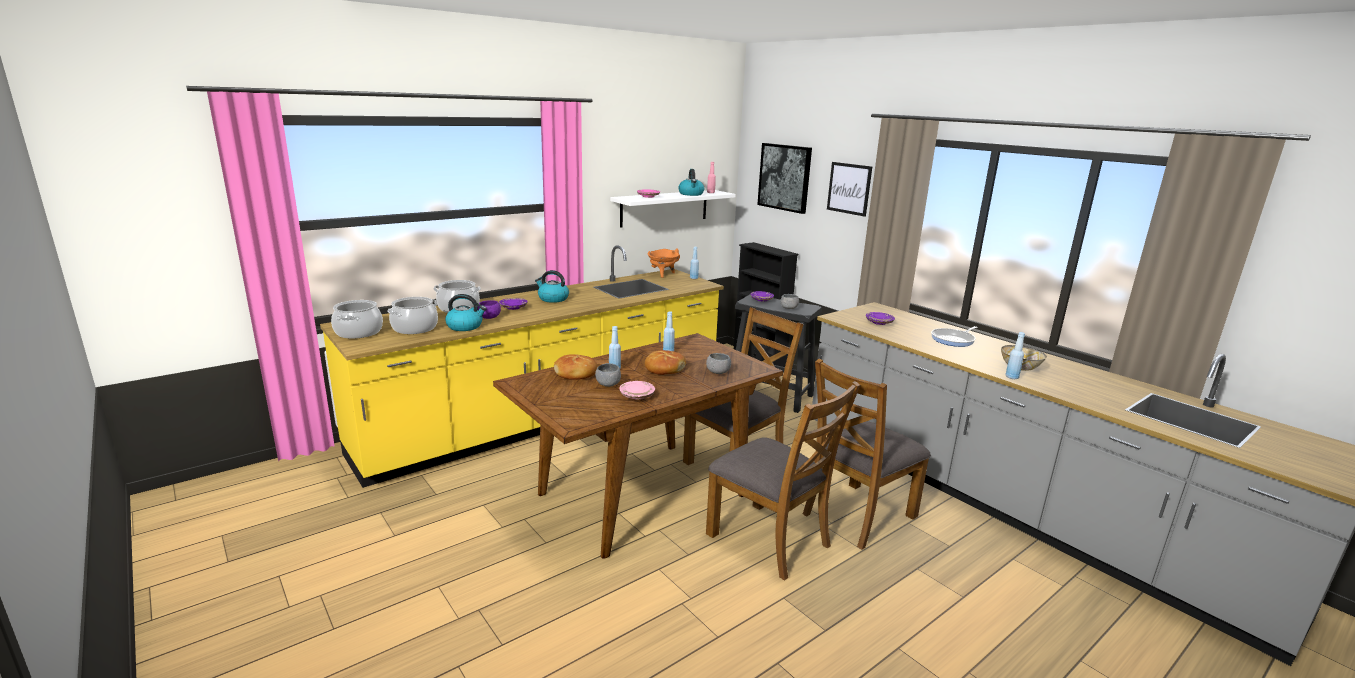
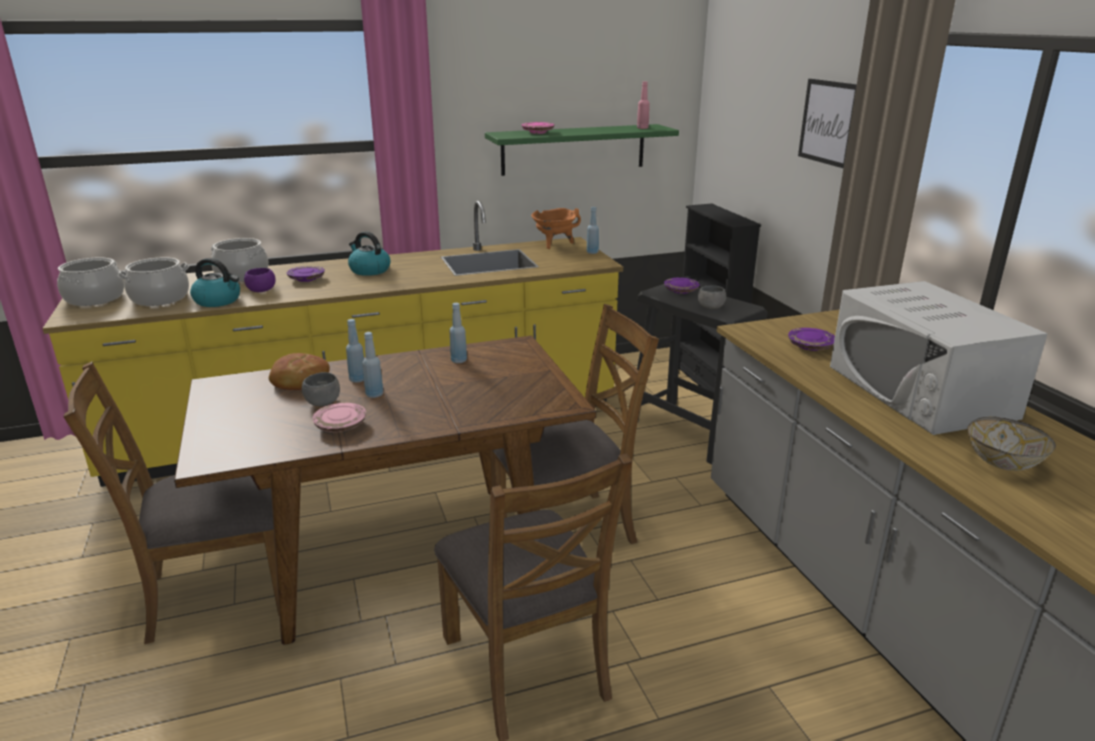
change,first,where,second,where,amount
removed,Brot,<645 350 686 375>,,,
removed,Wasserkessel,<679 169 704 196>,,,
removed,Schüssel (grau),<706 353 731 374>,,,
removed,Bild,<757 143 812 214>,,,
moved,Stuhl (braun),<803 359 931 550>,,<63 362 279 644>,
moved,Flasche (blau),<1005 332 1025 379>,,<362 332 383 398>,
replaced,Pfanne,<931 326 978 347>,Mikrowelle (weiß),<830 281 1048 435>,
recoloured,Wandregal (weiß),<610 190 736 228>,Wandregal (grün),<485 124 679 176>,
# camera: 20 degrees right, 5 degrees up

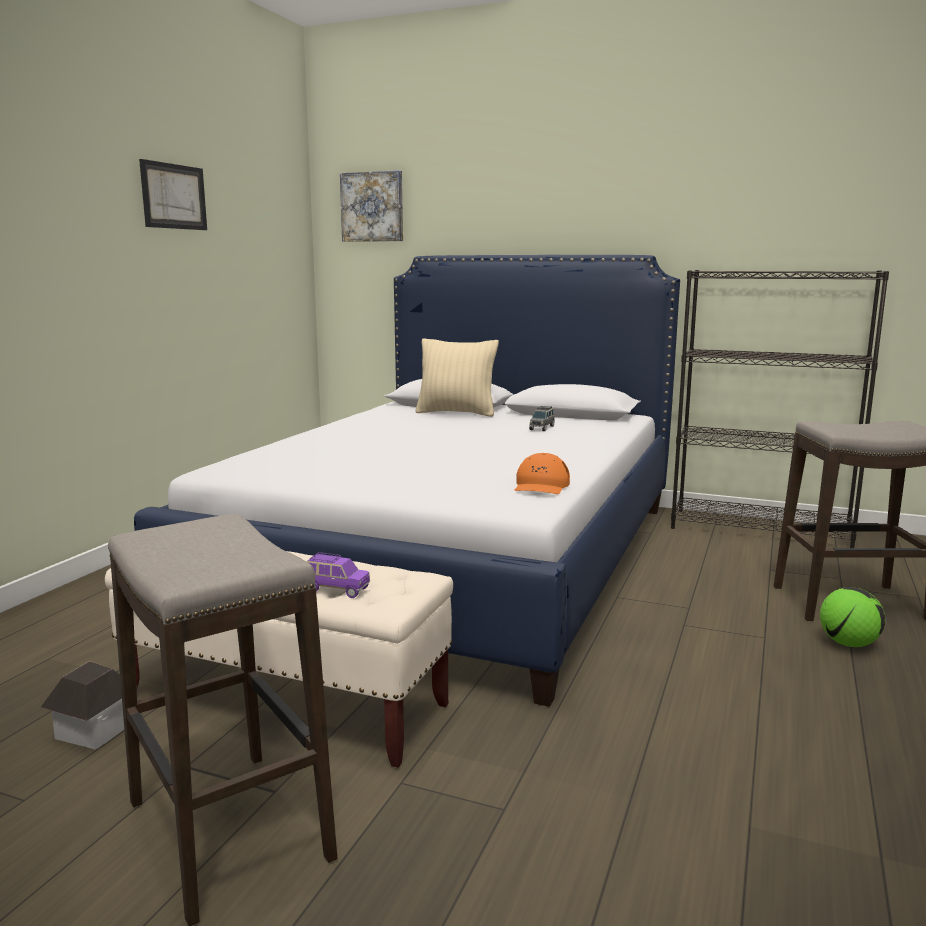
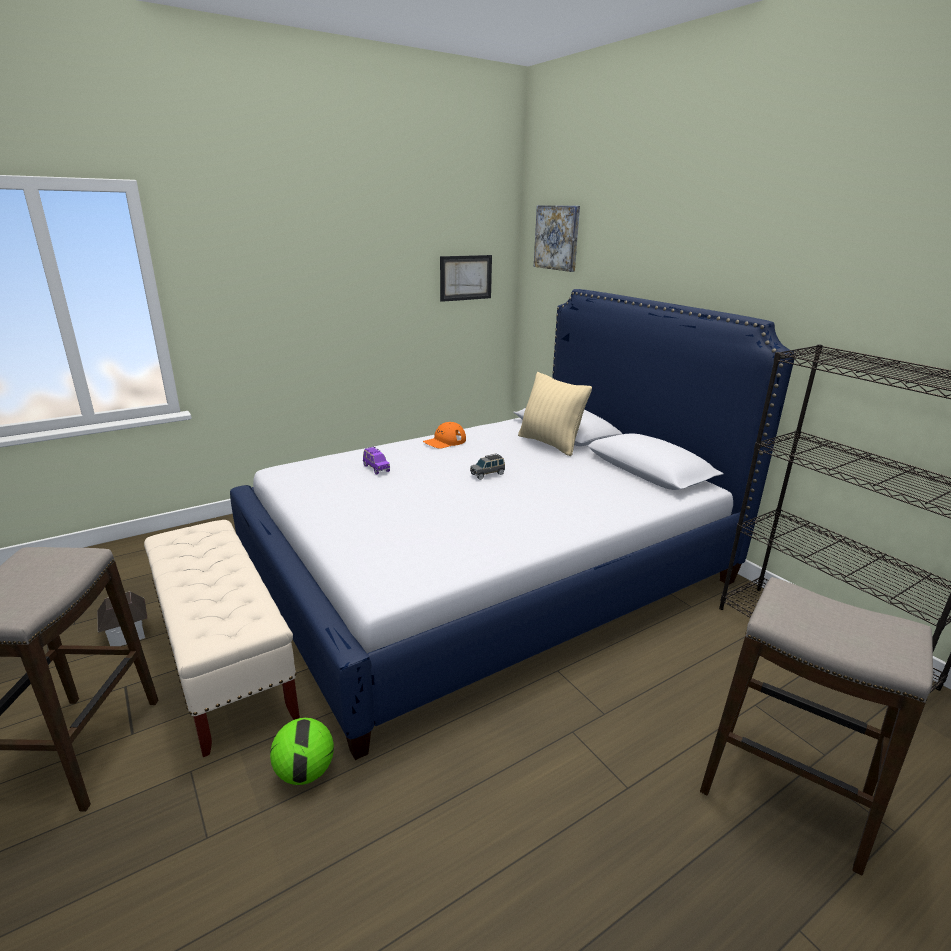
change,first,where,second,where,amount
moved,Bild,<139 159 207 230>,,<440 255 492 302>,
moved,Spielzeugauto (lila),<307 552 370 598>,,<363 447 390 475>,
moved,Kappe (orange),<515 453 570 494>,,<423 422 466 449>,
moved,Spielzeugauto (grau),<529 406 555 431>,,<470 453 505 480>,
moved,Fußball,<820 587 885 647>,,<270 718 334 785>,
# camera: 35 degrees right, 10 degrees up

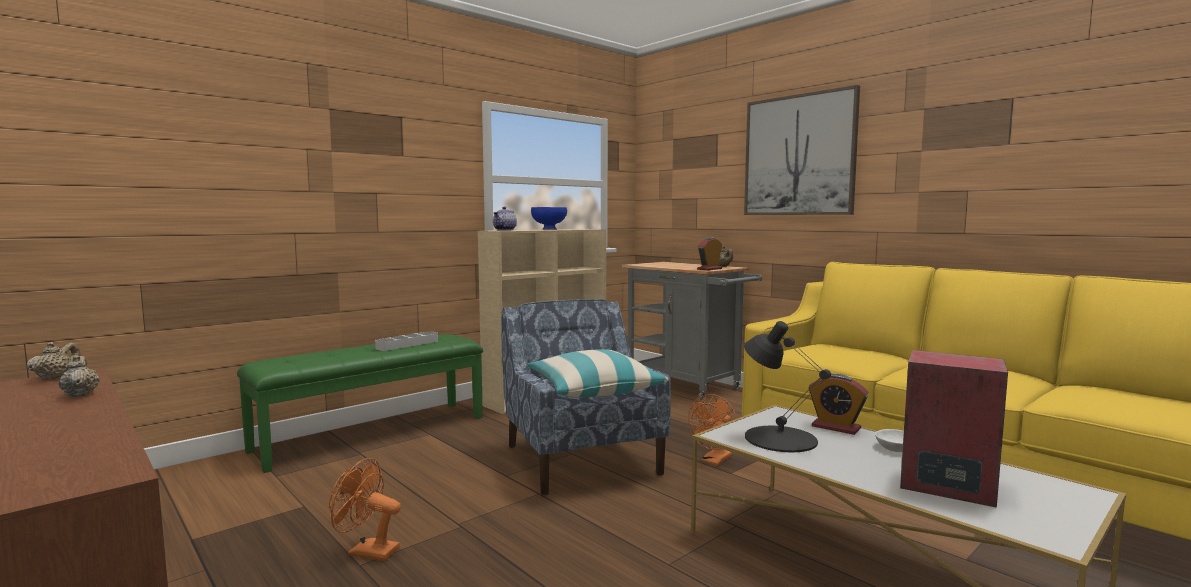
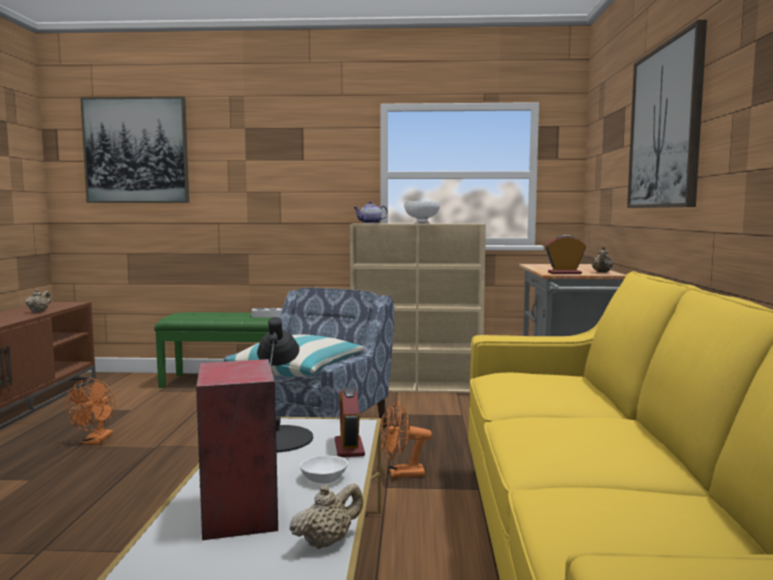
change,first,where,second,where,amount
added,,,Bild,<80 96 189 203>,
moved,Teekanne (beige),<27 342 81 380>,,<290 483 363 549>,
recoloured,Schüssel (blau),<531 207 567 230>,Schüssel (weiß),<404 201 440 224>,
turned,Ventilator (orange),<329 458 401 561>,,<64 379 116 445>,150 degrees counterclockwise
# camera: 45 degrees right, 0 degrees up

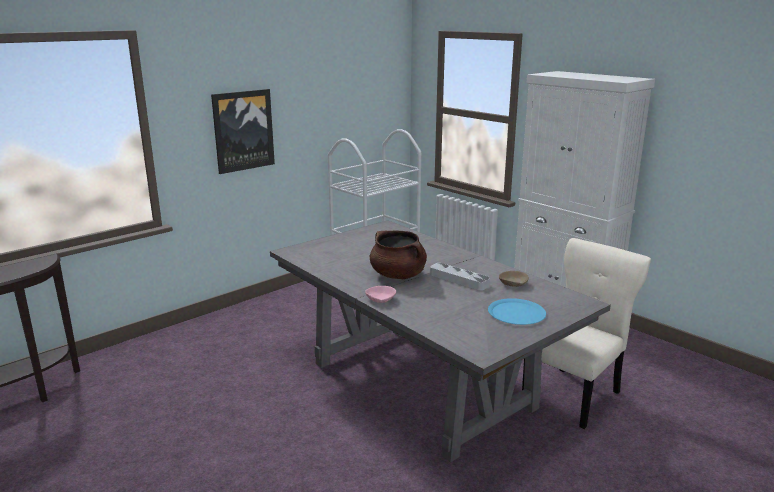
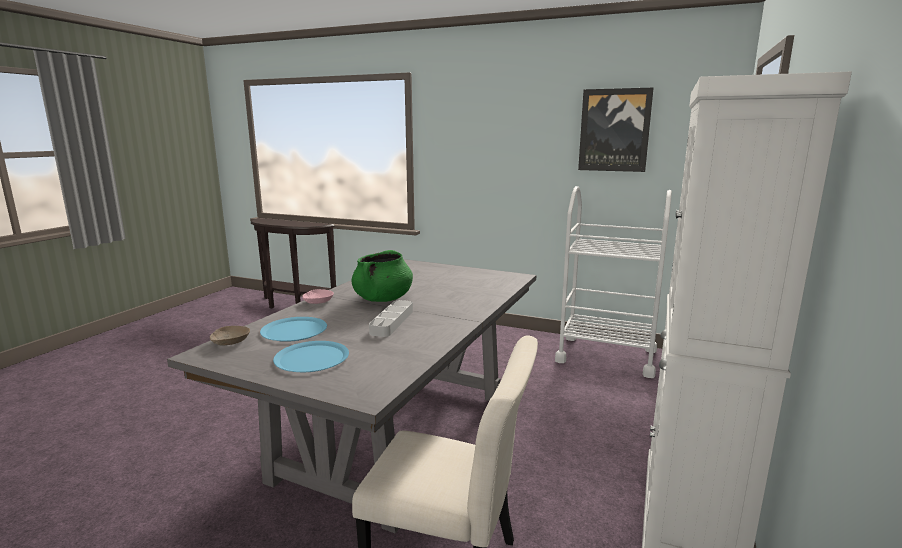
change,first,where,second,where,amount
added,,,Teller (blau),<260 317 327 342>,
moved,Bild,<211 89 275 174>,,<578 87 654 172>,
moved,Schüssel (beige),<499 271 529 287>,,<210 326 250 346>,
recoloured,Kochtopf (braun),<370 230 427 279>,Kochtopf (grün),<352 250 413 302>,
# camera: 65 degrees right, 5 degrees down

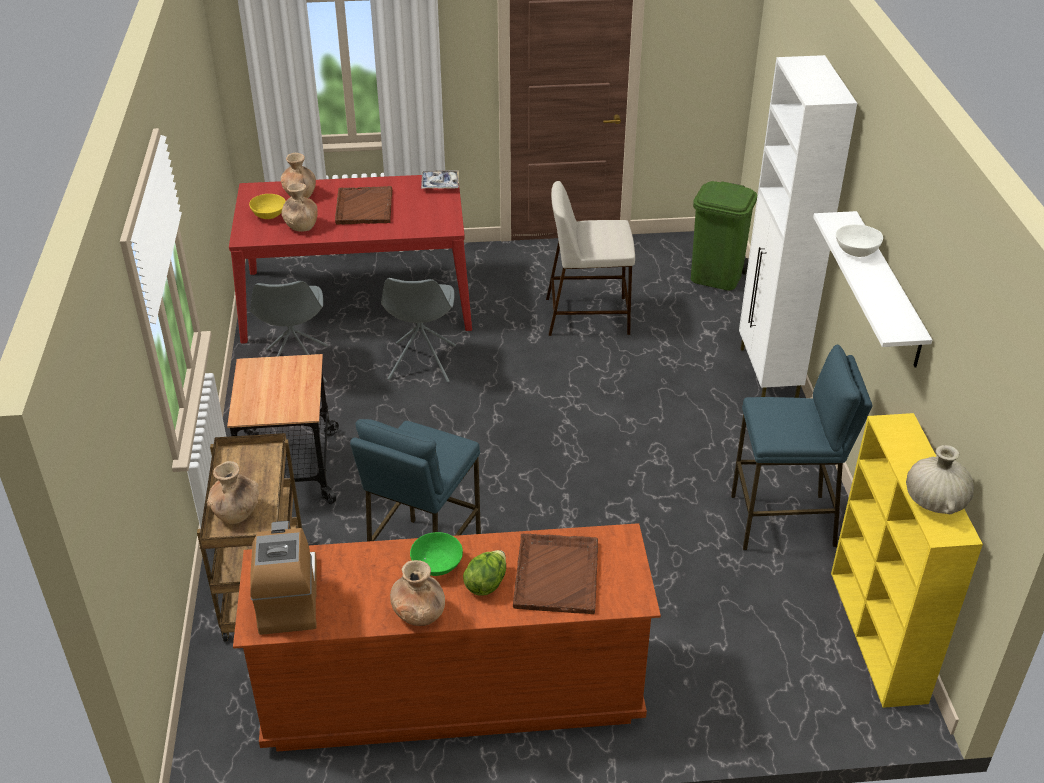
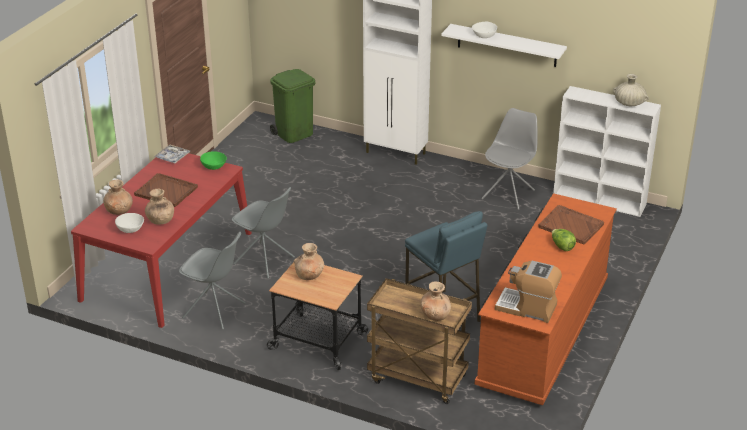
change,first,where,second,where,amount
removed,Hocker (beige),<546 181 635 336>,,,
moved,Vase (braun),<390 560 445 626>,,<294 243 324 280>,
moved,Schüssel (grün),<410 532 463 576>,,<200 151 227 170>,
replaced,Hocker (blau),<731 345 872 550>,Stuhl (grau),<481 108 538 210>,
recoloured,Schüssel (gelb),<249 194 286 219>,Schüssel (weiß),<115 213 144 233>,
recoloured,Bücherregal (gelb),<831 413 983 708>,Bücherregal (weiß),<553 86 661 217>,
# camera: 60 degrees left, 5 degrees down

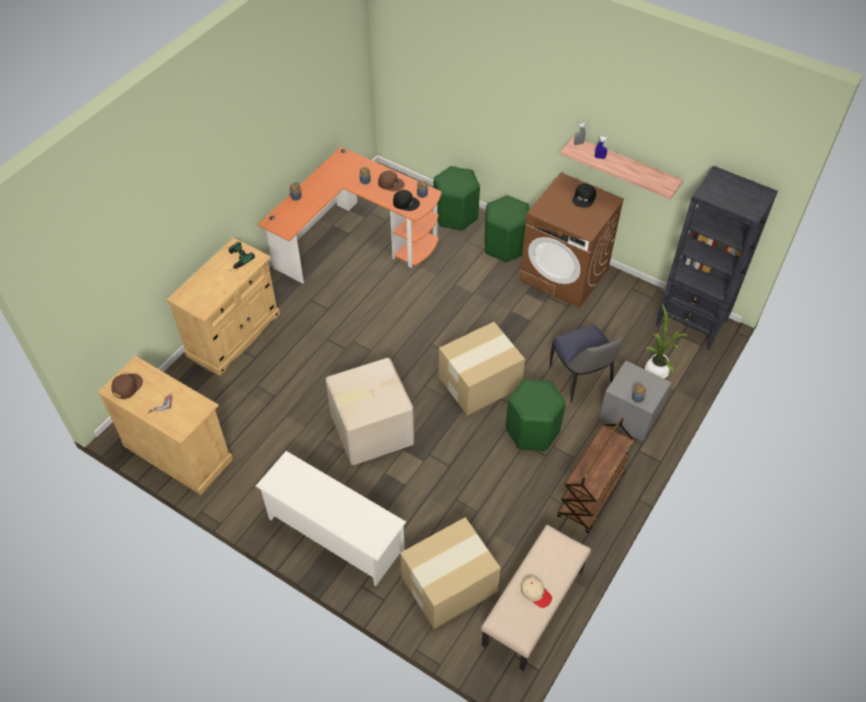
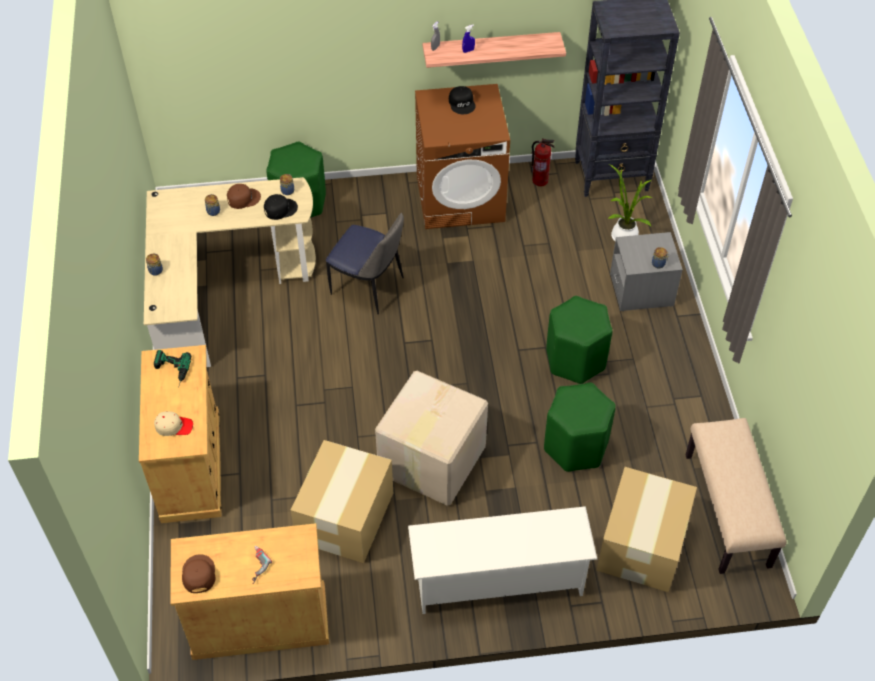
change,first,where,second,where,amount
removed,Rollwagen (braun),<557 417 634 533>,,,
added,,,Feuerlöscher,<531 139 554 186>,
moved,Karton,<439 322 525 416>,,<290 440 393 563>,
moved,Hocker (grün),<485 195 529 262>,,<544 383 615 472>,
moved,Kappe (beige),<521 577 552 608>,,<154 411 193 436>,
moved,Stuhl,<550 325 624 403>,,<326 213 404 315>,
recoloured,Schreibtisch (orange),<258 147 442 283>,Schreibtisch (beige),<144 177 316 367>,
# camera: 40 degrees left, 0 degrees up

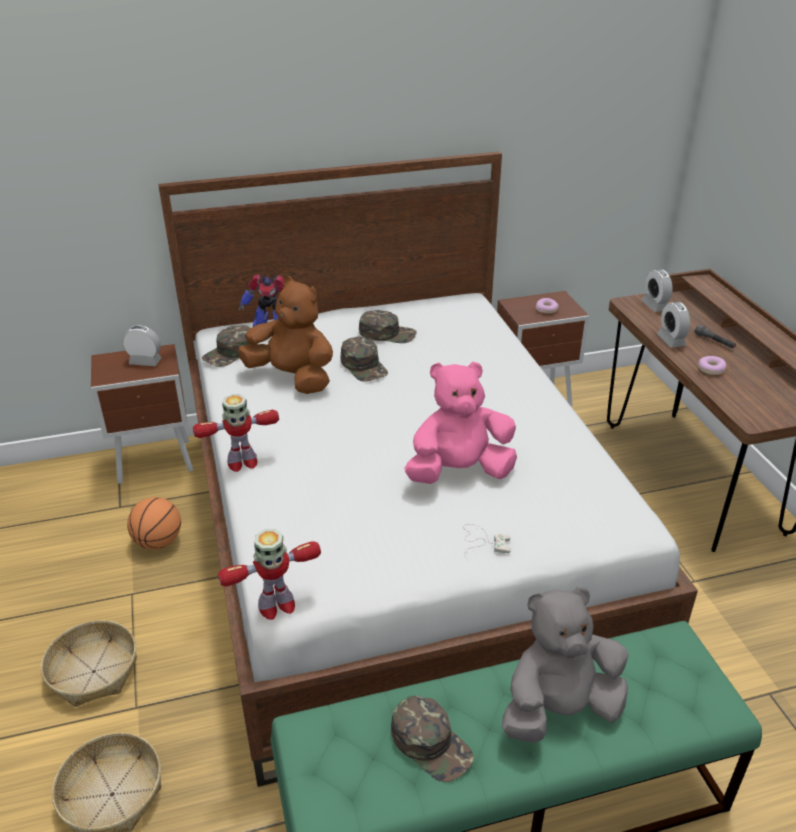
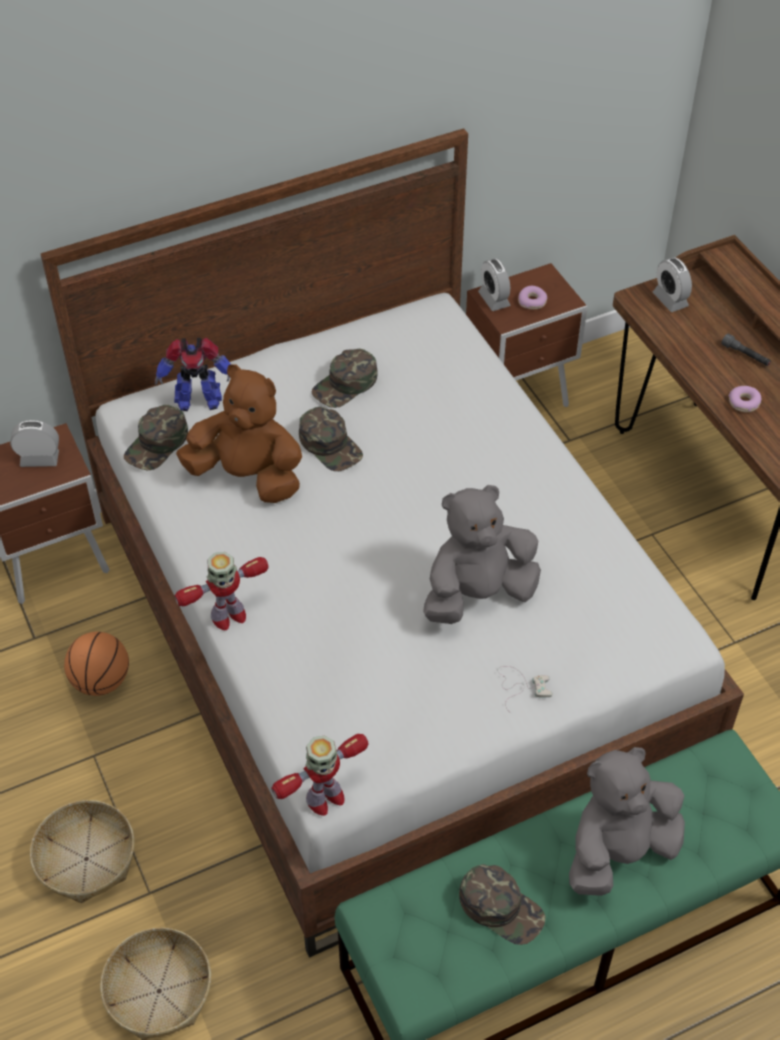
change,first,where,second,where,amount
moved,Wecker,<657 302 690 348>,,<478 258 510 311>,
recoloured,Plüschtier (rosa),<404 362 517 484>,Plüschtier (grau),<423 485 541 624>,
turned,Kappe (grün),<359 310 417 343>,,<311 348 378 408>,135 degrees clockwise
# camera: 10 degrees left, 15 degrees up

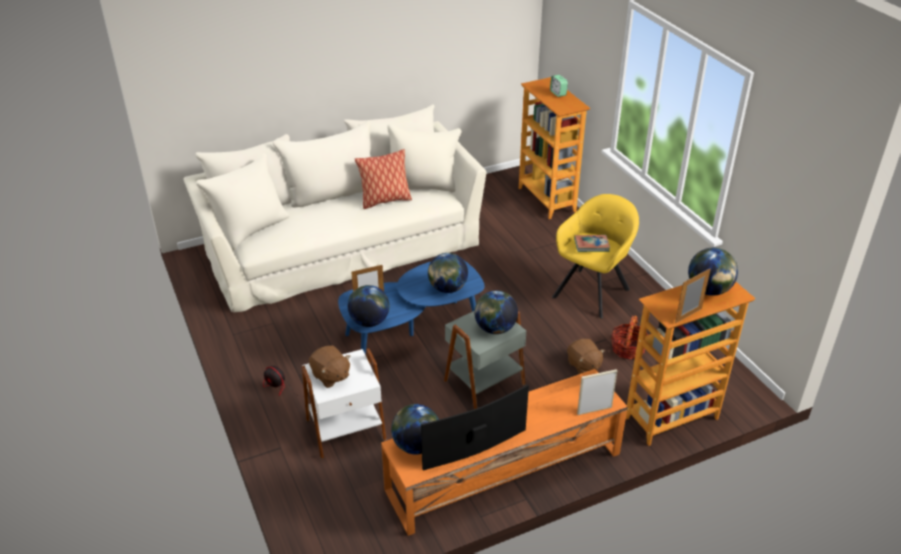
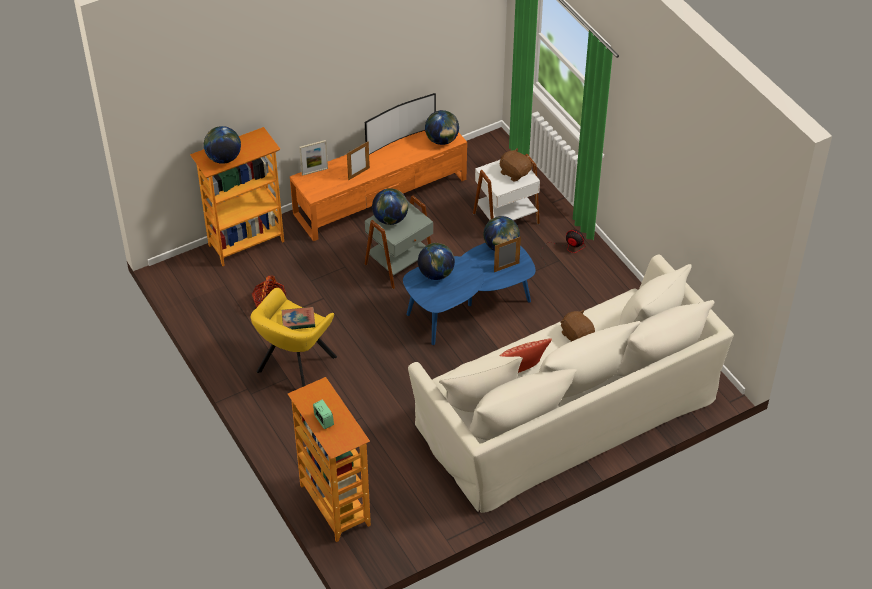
change,first,where,second,where,amount
moved,Plüschtier (braun),<567 339 605 374>,,<560 309 595 341>,
moved,Bilderrahmen,<675 268 711 323>,,<347 141 370 181>,
# camera: 175 degrees right, 10 degrees up

